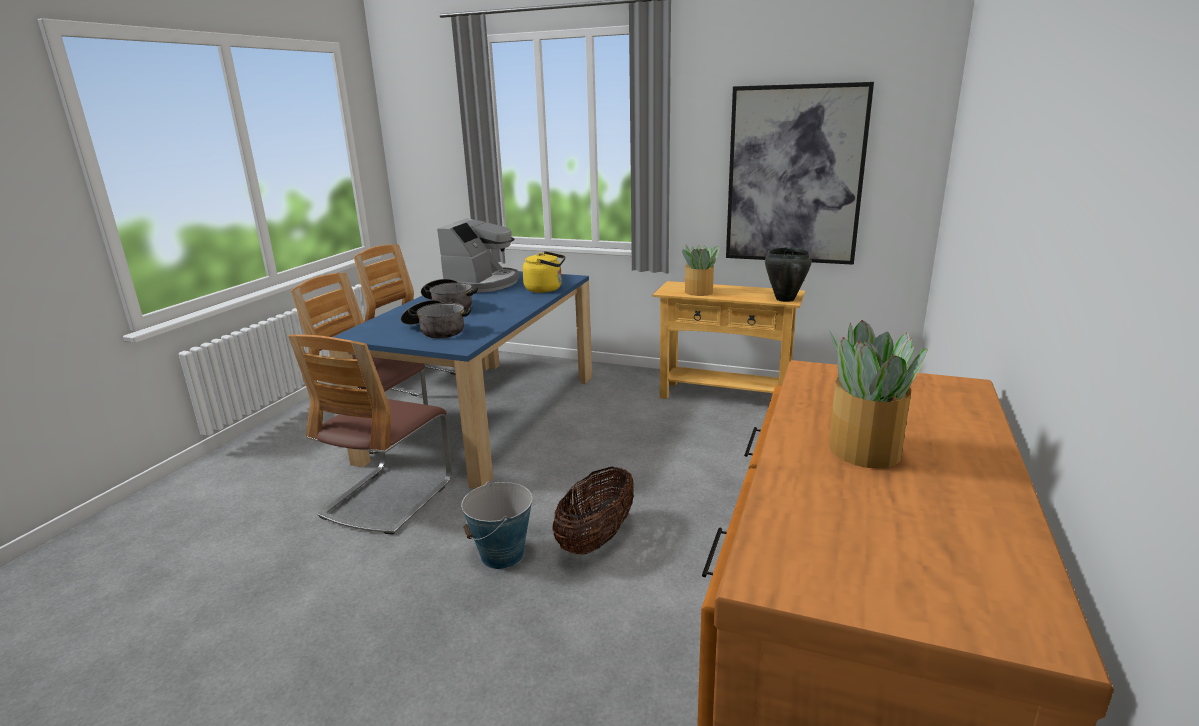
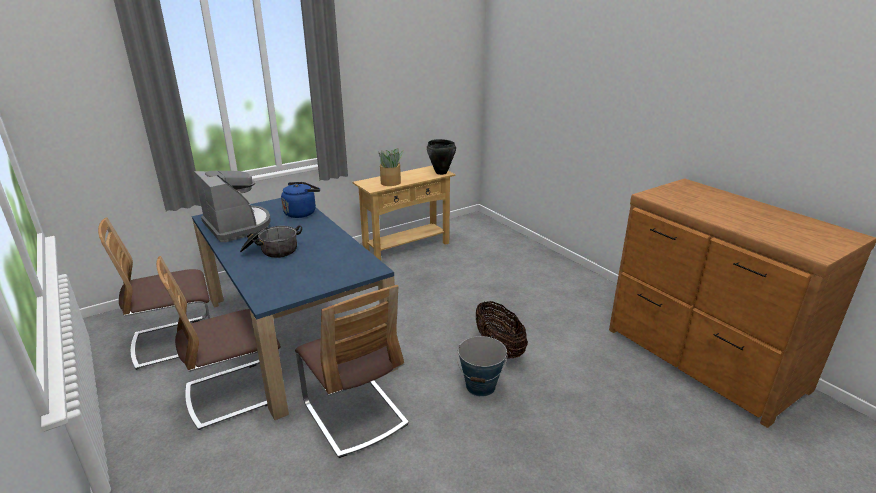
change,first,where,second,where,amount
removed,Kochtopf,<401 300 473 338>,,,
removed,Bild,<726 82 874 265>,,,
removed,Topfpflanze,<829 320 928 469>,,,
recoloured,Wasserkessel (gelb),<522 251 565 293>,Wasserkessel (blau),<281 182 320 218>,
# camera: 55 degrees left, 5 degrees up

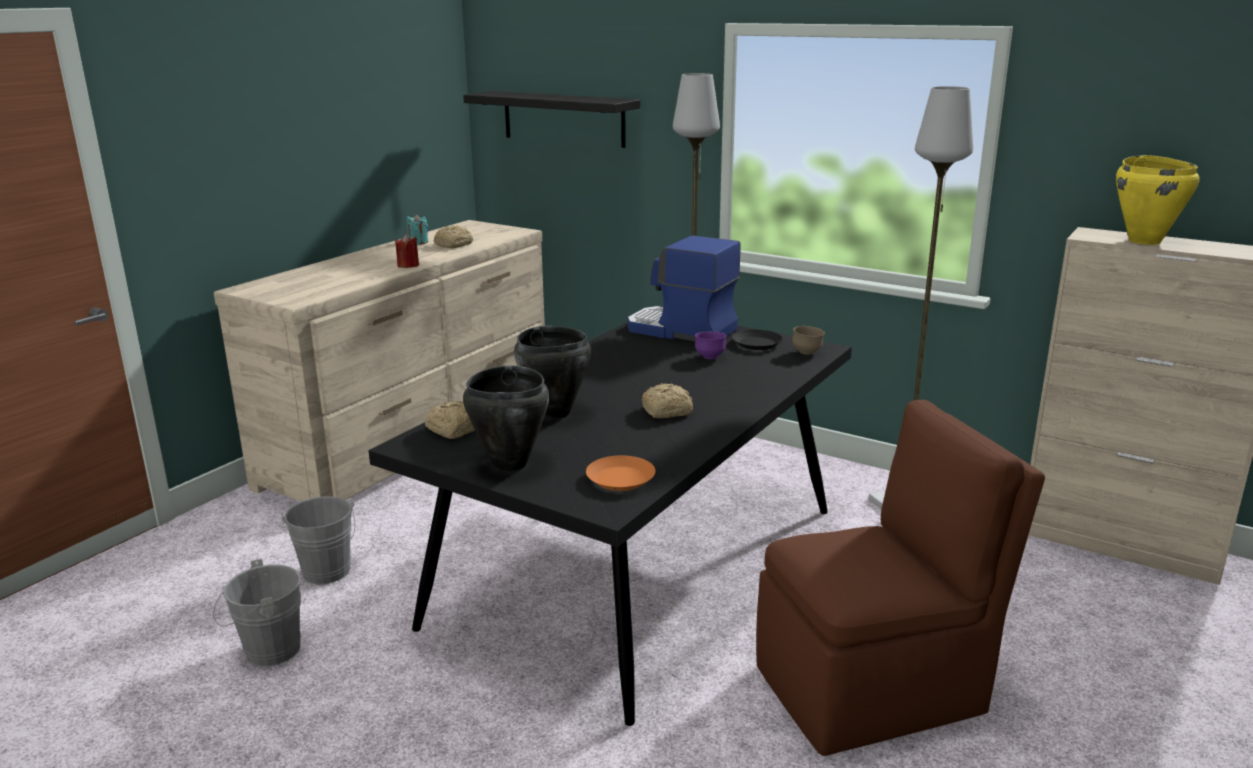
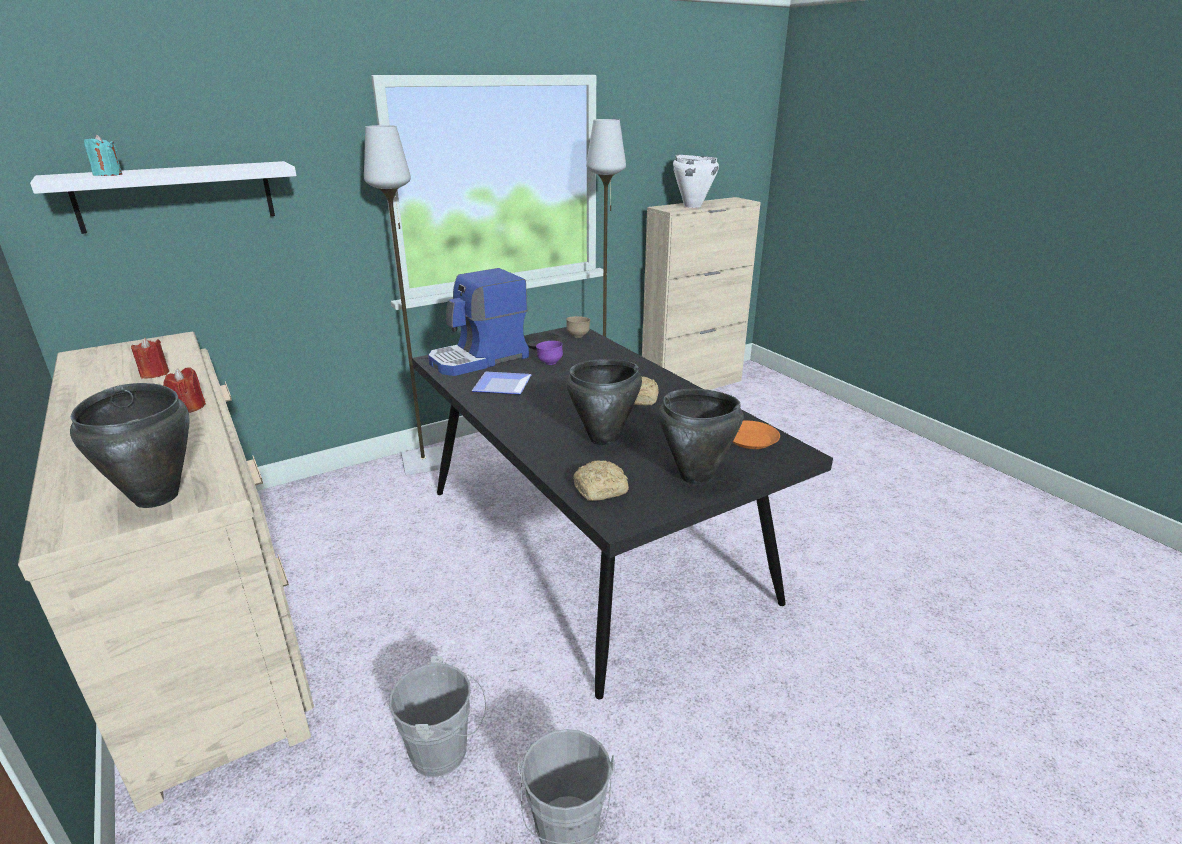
change,first,where,second,where,amount
removed,Stuhl (braun),<756 400 1045 756>,,,
added,,,Kochtopf (schwarz),<70 383 190 508>,
added,,,Teller,<472 372 532 394>,
moved,Kerze (türkis),<407 214 428 245>,,<84 135 122 176>,
replaced,Brot,<434 225 473 248>,Kerze (rot),<131 338 169 379>,
recoloured,Wandregal (schwarz),<463 91 640 148>,Wandregal (weiß),<30 161 296 234>,
recoloured,Kochtopf (gelb),<1116 155 1199 245>,Kochtopf (weiß),<673 155 719 208>,
# camera: 65 degrees left, 5 degrees up

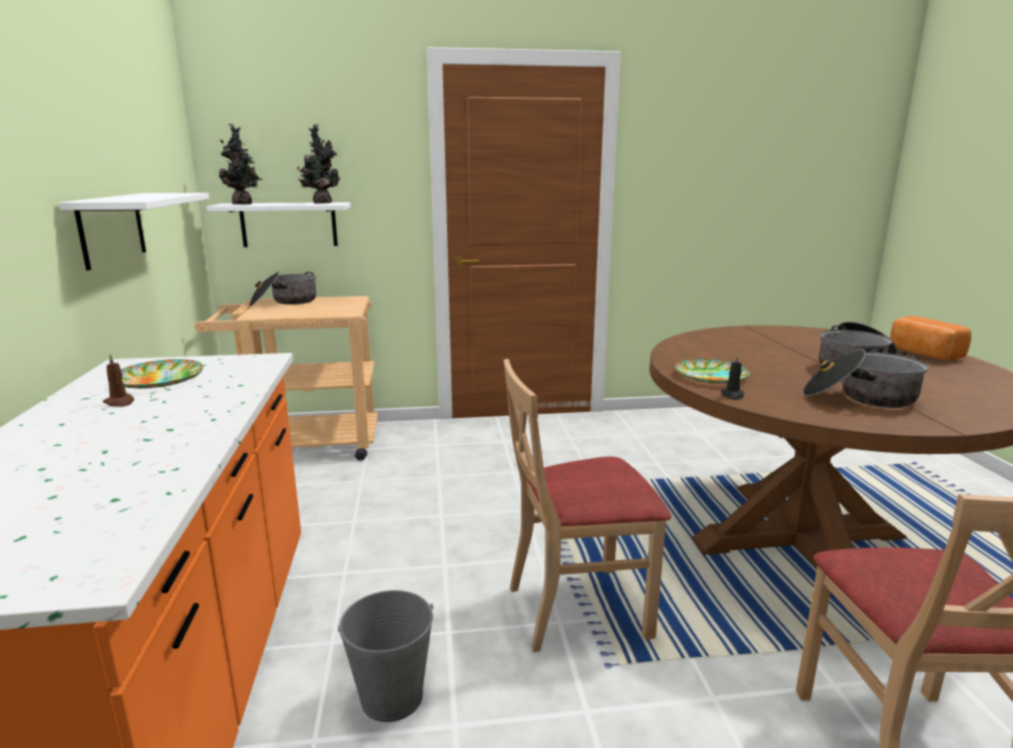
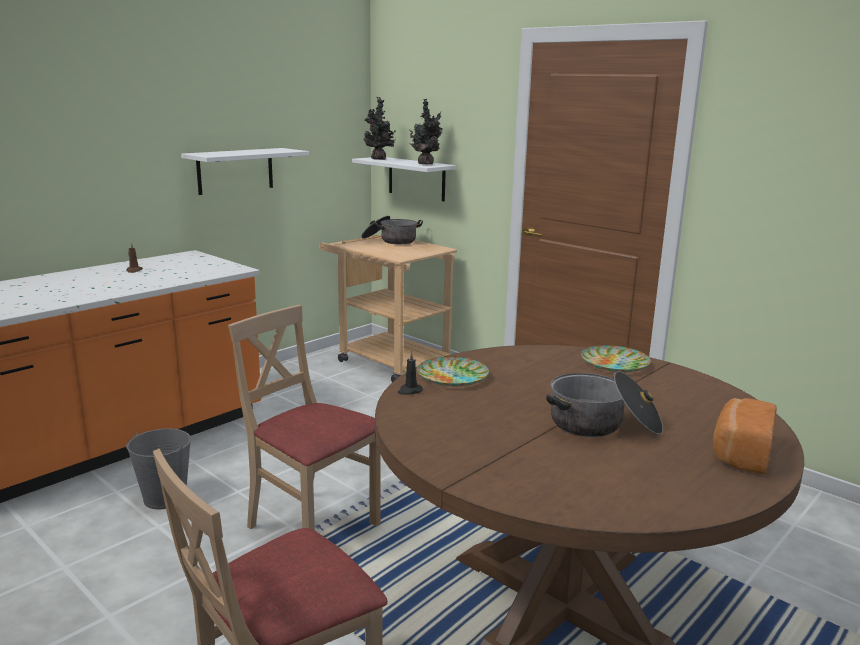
change,first,where,second,where,amount
removed,Kochtopf,<802 349 928 408>,,,
moved,Teller,<121 359 204 389>,,<581 345 651 372>,
# camera: 50 degrees right, 0 degrees up

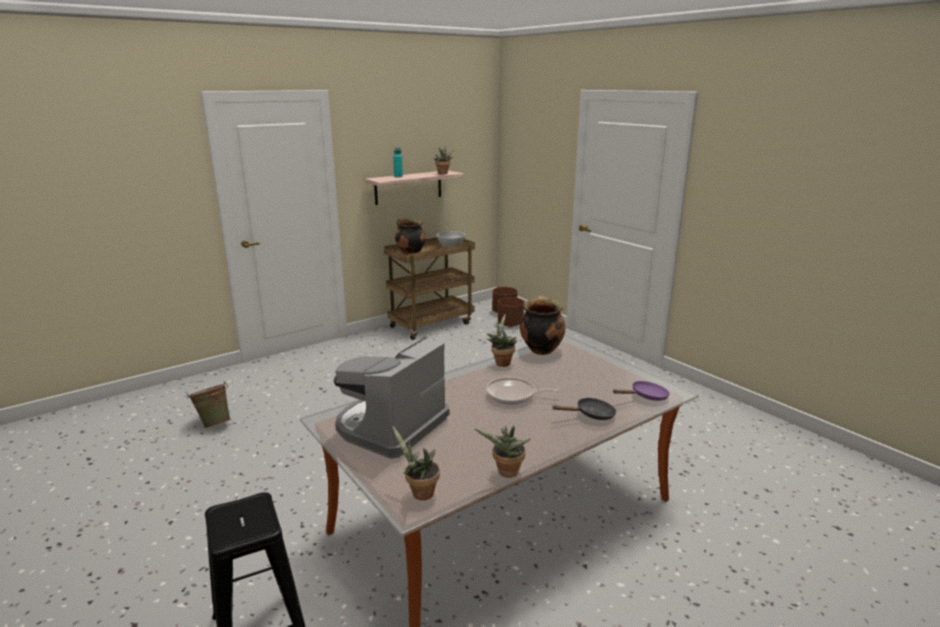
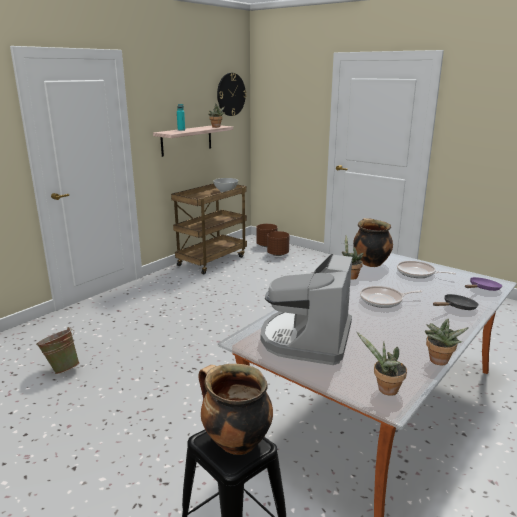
change,first,where,second,where,amount
added,,,Wanduhr,<217 73 247 116>,
added,,,Pfanne,<397 261 456 278>,
moved,Kochtopf,<395 219 426 255>,,<198 364 273 455>,
# camera: 15 degrees left, 0 degrees up

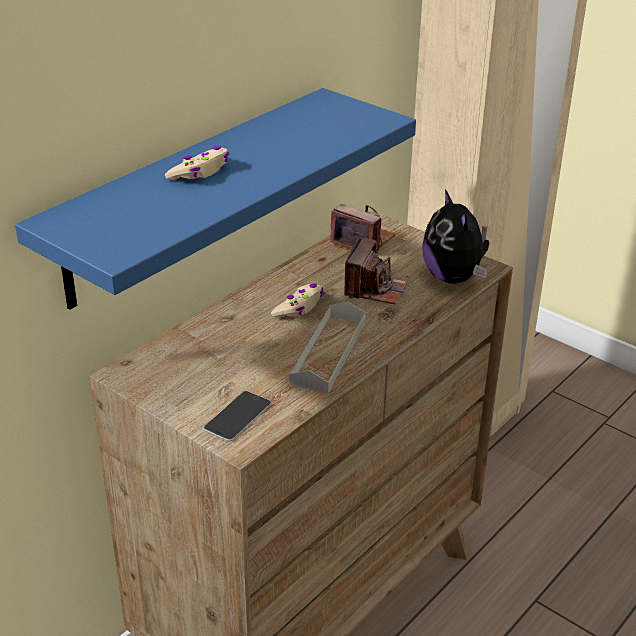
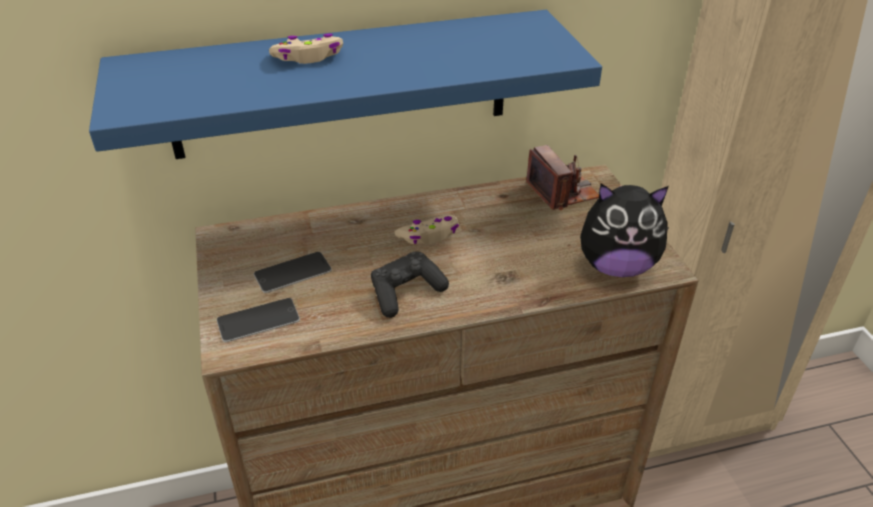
change,first,where,second,where,amount
removed,Kamera,<344 237 409 304>,,,
added,,,Handy,<254 252 332 293>,
replaced,Tablett (grau),<289 301 366 393>,Gamepad (schwarz),<371 251 449 318>,
turned,Plüschtier,<422 189 489 284>,,<580 184 669 277>,105 degrees counterclockwise
# camera: 35 degrees right, 5 degrees up

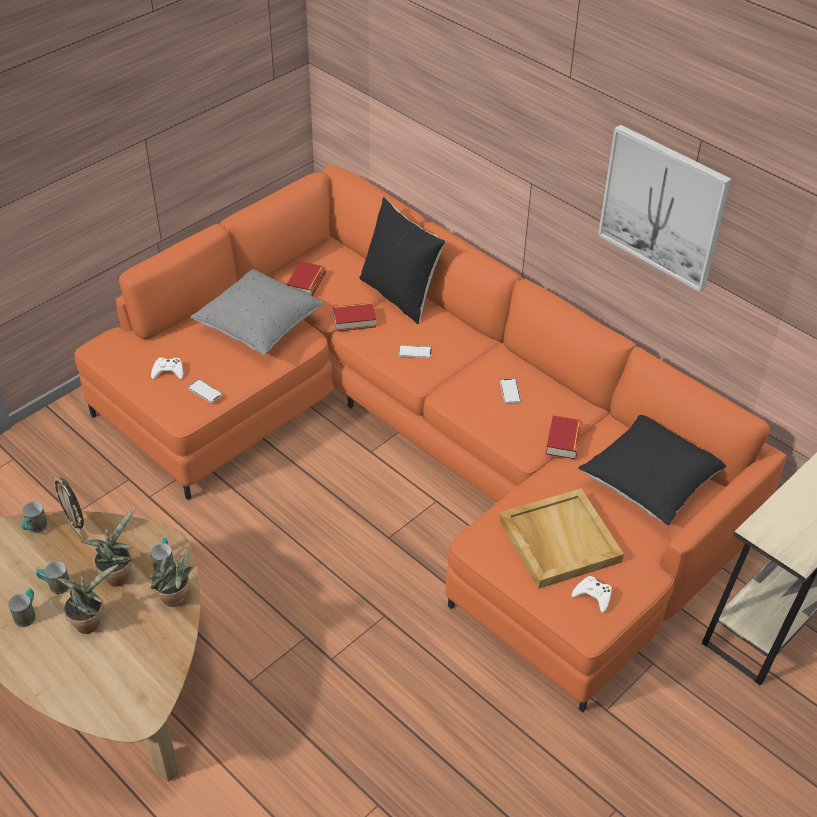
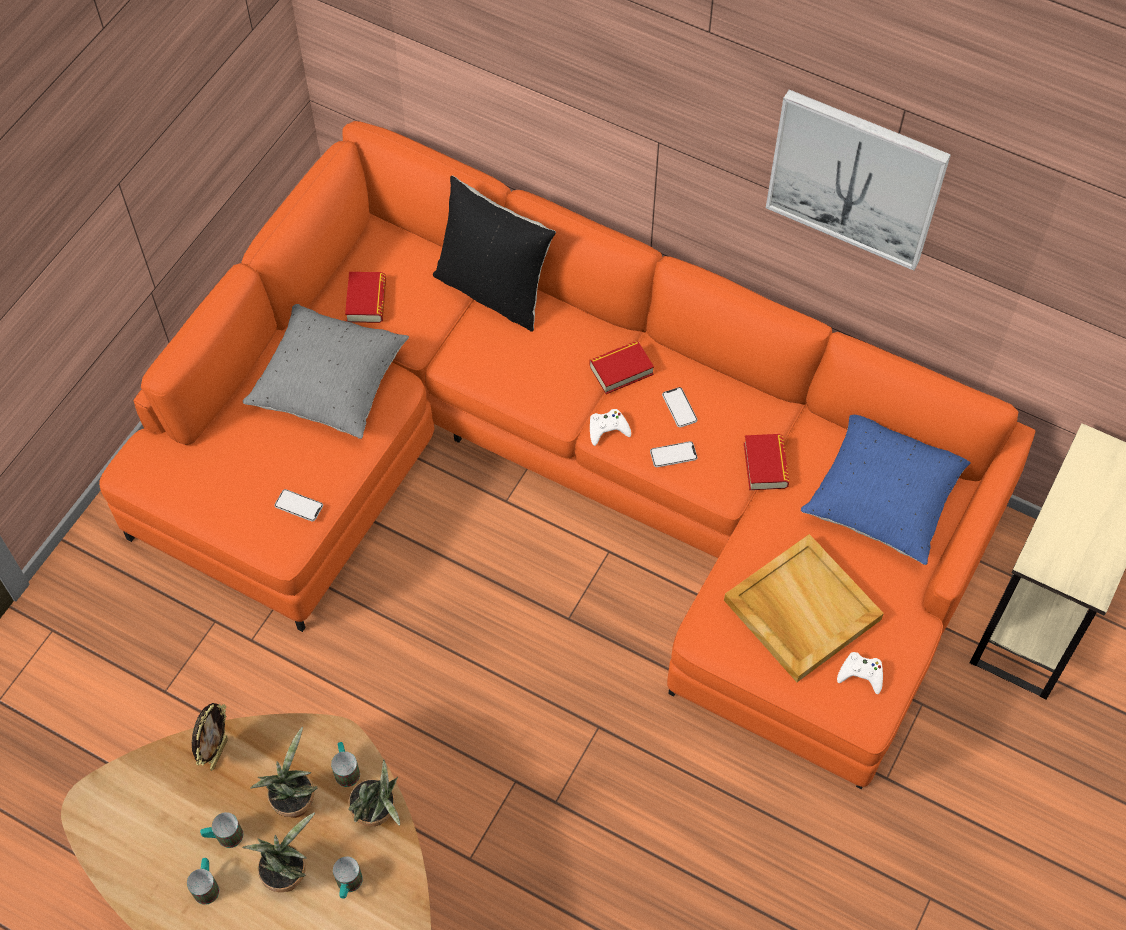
change,first,where,second,where,amount
moved,Henkelbecher,<21 502 48 533>,,<333 857 363 899>,
moved,Gamepad (weiß),<151 358 183 379>,,<590 409 631 446>,
moved,Buch,<333 303 376 332>,,<589 341 654 394>,
moved,Handy,<398 345 432 358>,,<650 441 697 467>,
recoloured,Kissen (schwarz),<578 415 726 526>,Kissen (blau),<801 415 971 565>,
turned,Bilderrahmen,<54 477 84 540>,,<192 703 228 771>,105 degrees counterclockwise
# camera: 15 degrees left, 15 degrees up

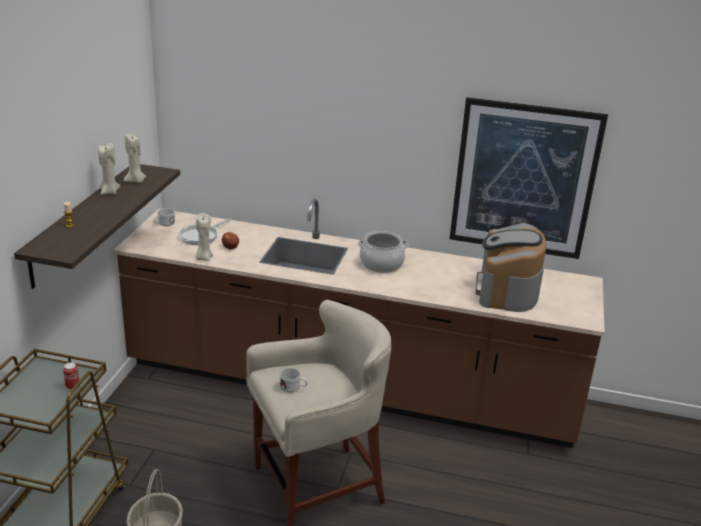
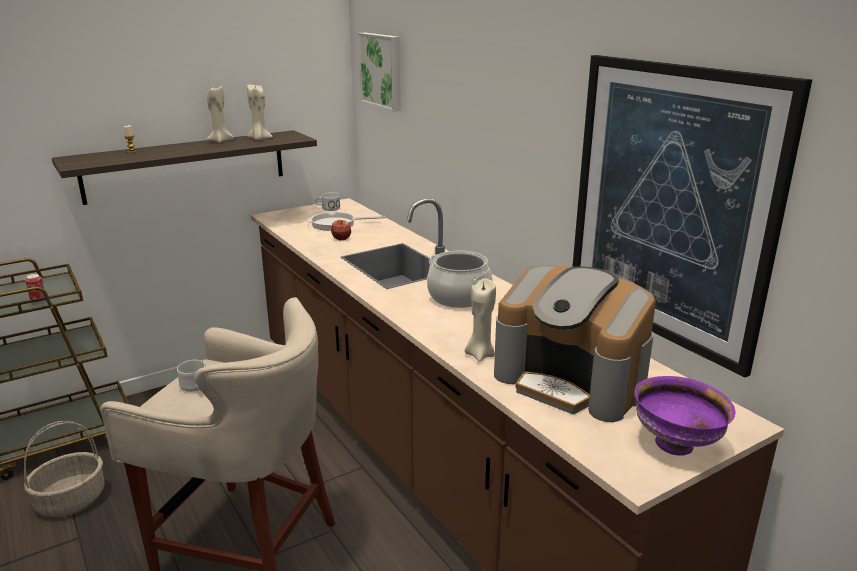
change,first,where,second,where,amount
added,,,Bild,<358 33 401 112>,
added,,,Schüssel (lila),<635 376 736 456>,
moved,Kerze (beige),<196 213 213 261>,,<465 279 496 362>,
turned,Kaffeemaschine,<475 223 546 312>,,<494 265 656 422>,105 degrees counterclockwise
# camera: 45 degrees right, 5 degrees down

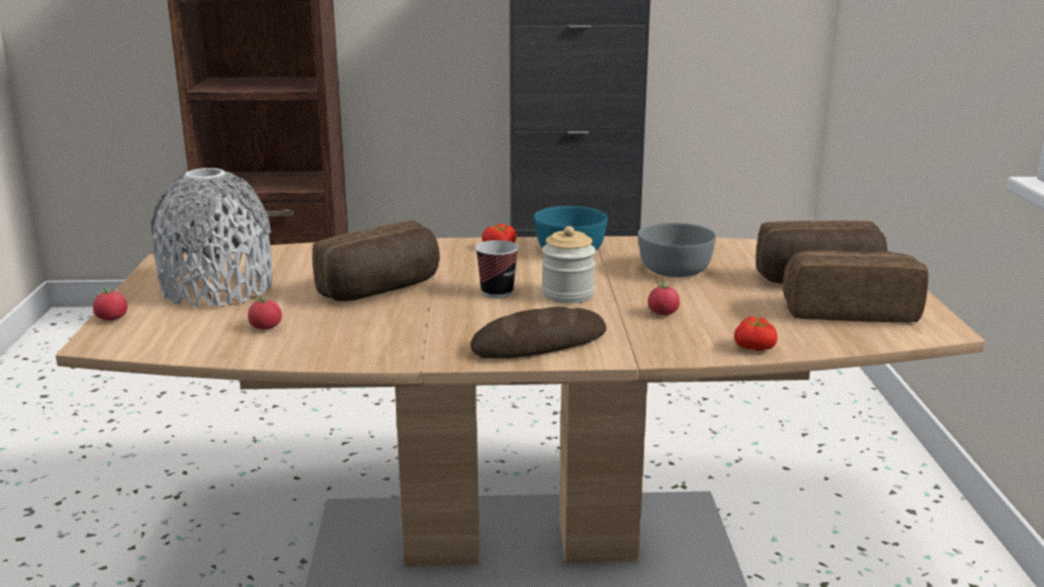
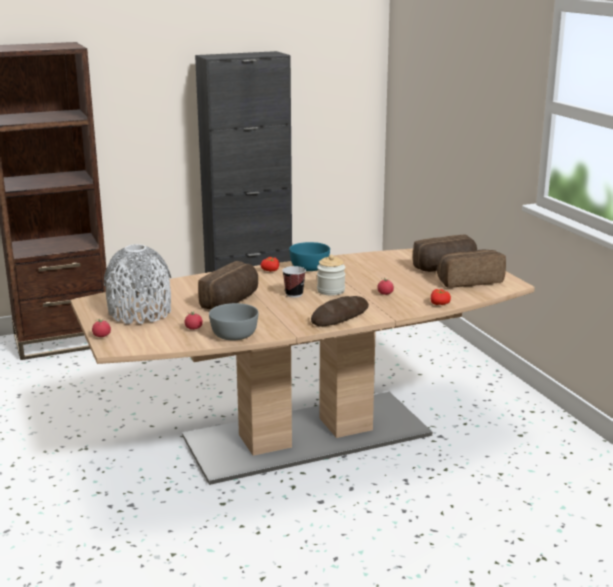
change,first,where,second,where,amount
moved,Schüssel (grau),<638 223 716 277>,,<209 303 258 340>,
# camera: 20 degrees left, 0 degrees up

